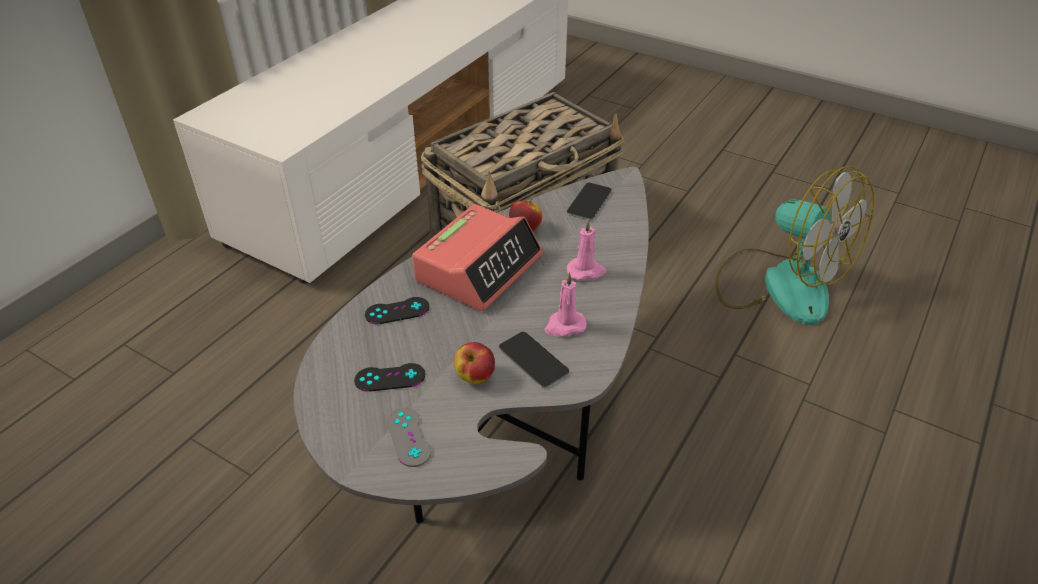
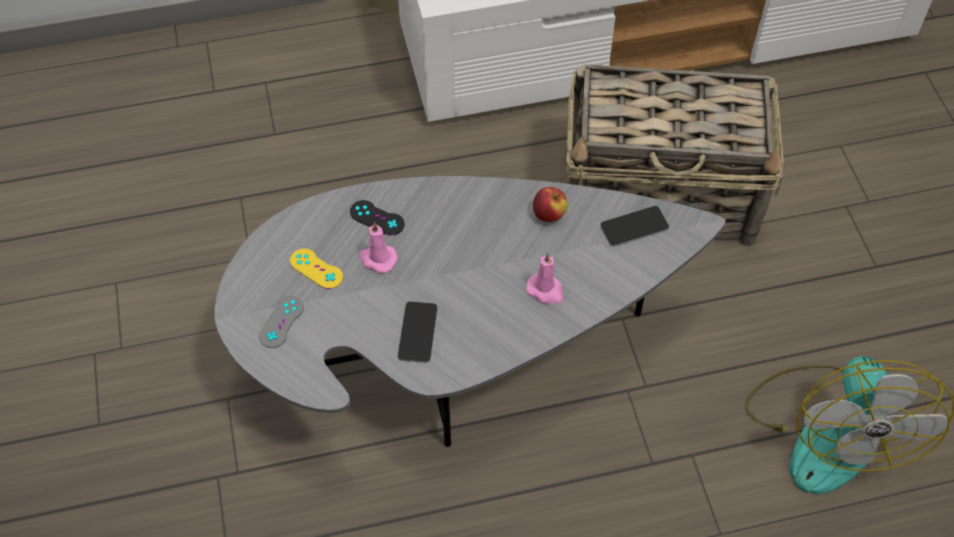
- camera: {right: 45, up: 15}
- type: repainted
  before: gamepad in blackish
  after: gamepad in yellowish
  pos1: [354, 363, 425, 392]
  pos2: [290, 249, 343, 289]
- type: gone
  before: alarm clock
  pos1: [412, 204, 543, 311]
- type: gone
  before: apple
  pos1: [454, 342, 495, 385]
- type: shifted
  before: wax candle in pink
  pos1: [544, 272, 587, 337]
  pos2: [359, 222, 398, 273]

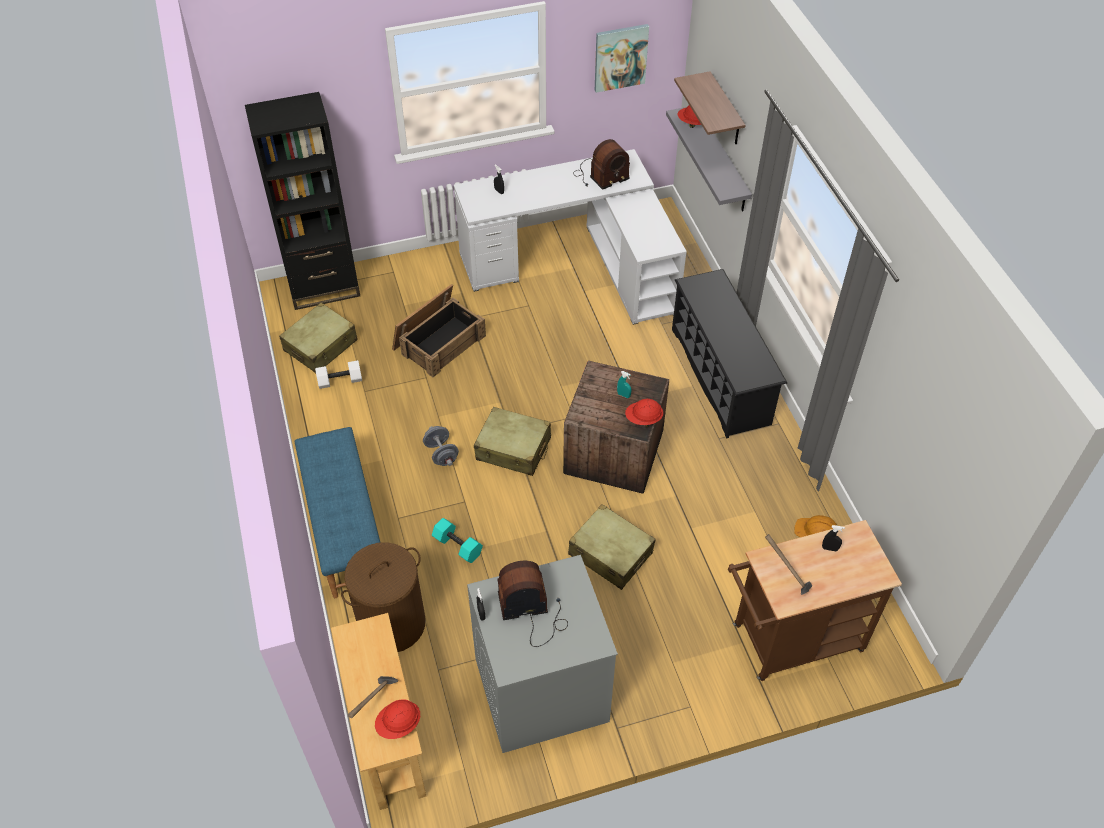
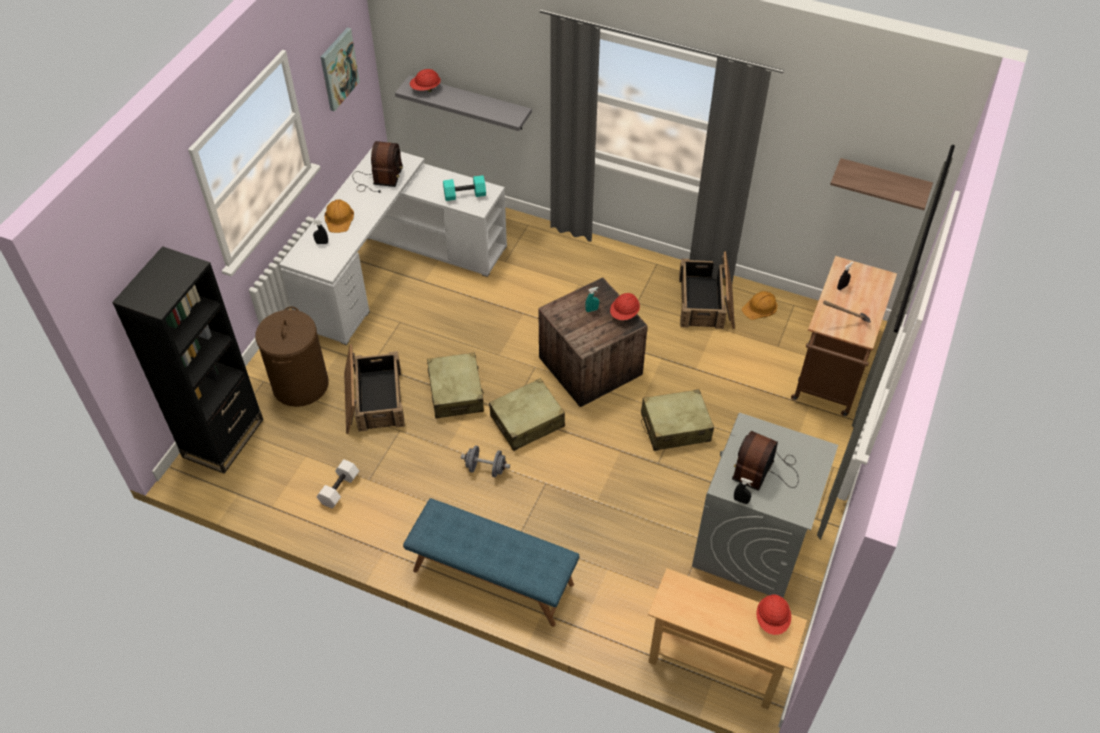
- camera: {right: -50, up: 0}
- type: shifted
  before: travel case in sand-coloured
  pos1: [279, 303, 358, 373]
  pos2: [427, 353, 484, 419]
- type: shifted
  before: washing basket in brownish
  pos1: [341, 542, 425, 652]
  pos2: [255, 306, 329, 407]
- type: gone
  before: tool hammer
  pos1: [348, 676, 398, 718]
- type: shifted
  before: free weight in blue-green
  pos1: [432, 518, 483, 563]
  pos2: [443, 175, 486, 201]
- type: gone
  before: shoe stand in blackish
  pos1: [672, 269, 787, 438]
- type: shifted
  before: bracket shelf
  pos1: [674, 71, 746, 144]
  pos2: [830, 158, 933, 210]
- type: new
  after: hard hat in orange
  pos2: [325, 199, 354, 233]
- type: new
  after: packing crate
  pos2: [679, 251, 735, 329]

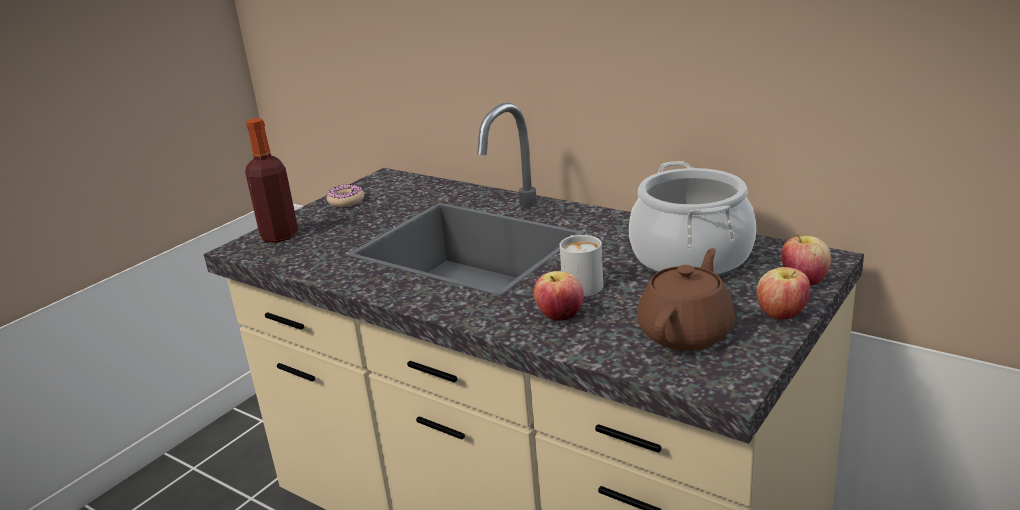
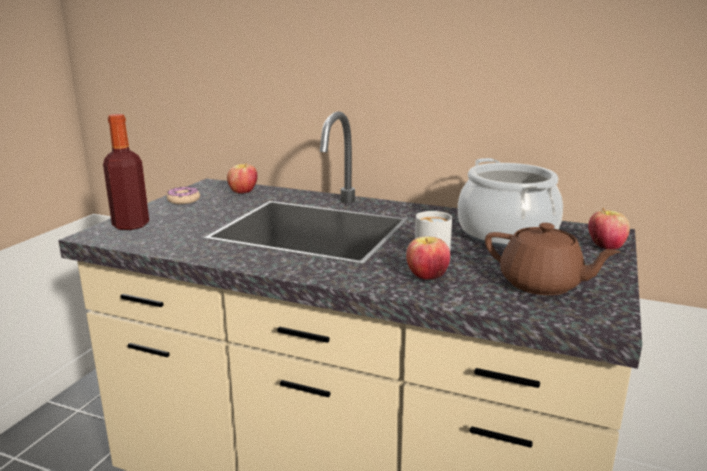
- camera: {right: -15, up: -5}
- type: rotated
  before: teapot in brownish
  pos1: [637, 248, 735, 351]
  pos2: [485, 223, 620, 295]
  turn: 105
- type: shifted
  before: apple
  pos1: [757, 267, 810, 320]
  pos2: [227, 163, 258, 194]

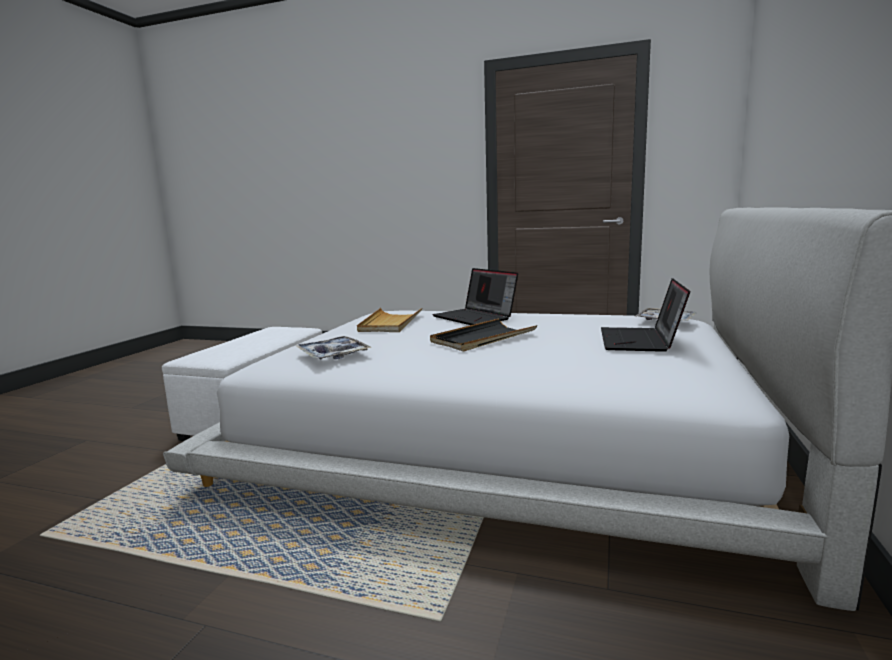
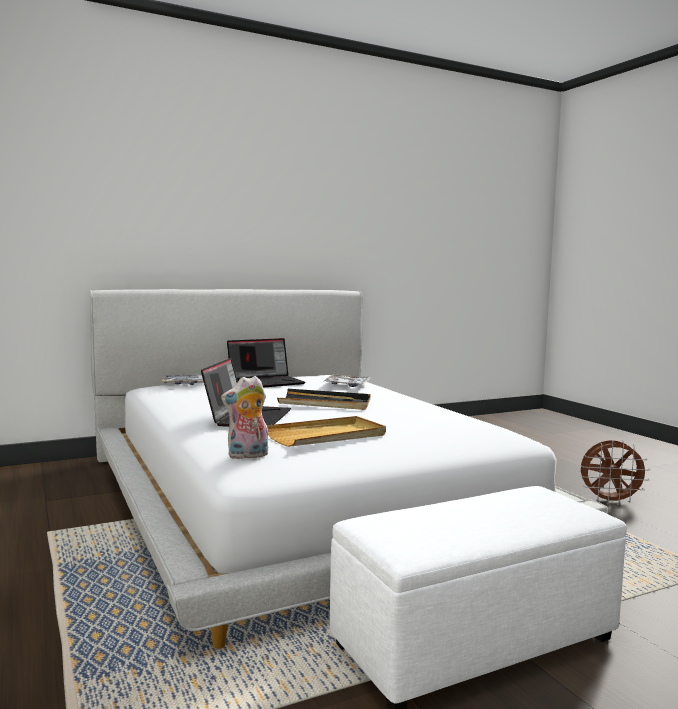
- camera: {right: -135, up: -5}
- type: shifted
  before: serving tray
  pos1: [296, 336, 371, 359]
  pos2: [323, 375, 371, 387]
- type: new
  after: soft toy
  pos2: [221, 376, 268, 460]
- type: new
  after: electric fan in brownish
  pos2: [580, 440, 650, 505]

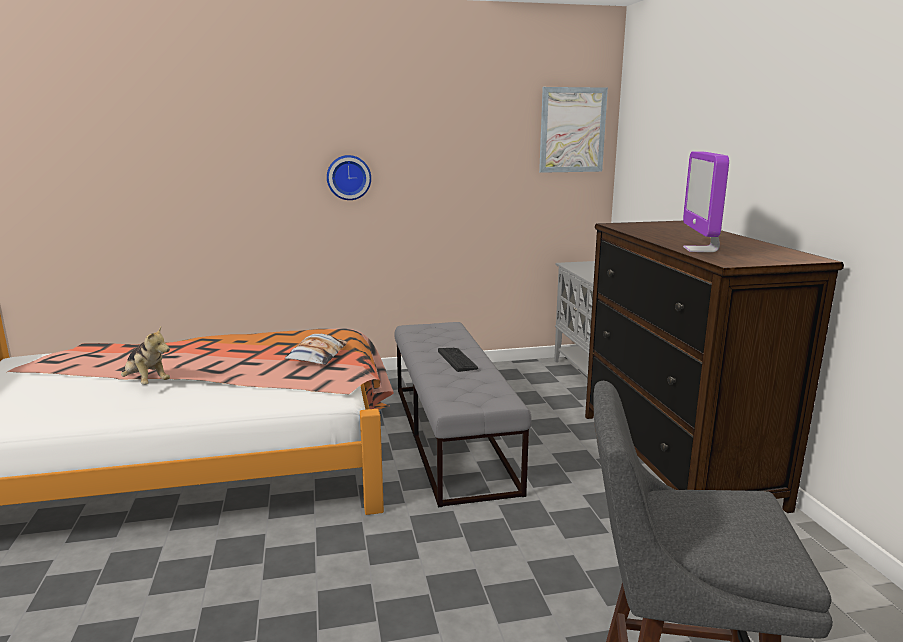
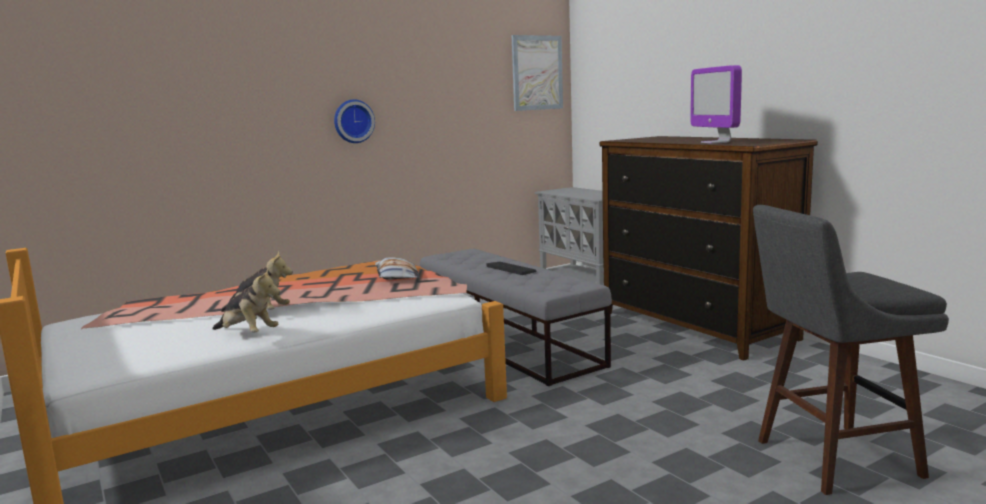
- camera: {right: -20, up: -5}
- type: new
  after: soft toy
  pos2: [212, 268, 281, 333]

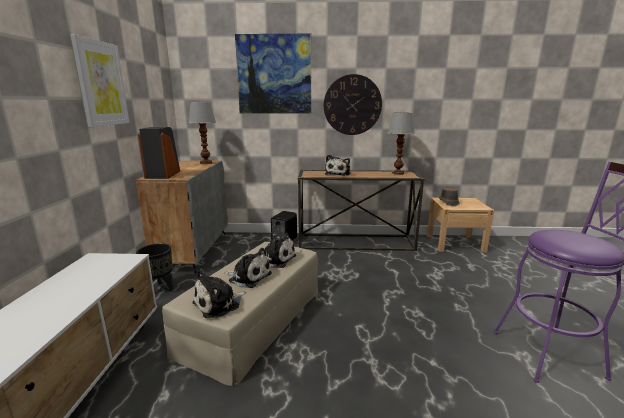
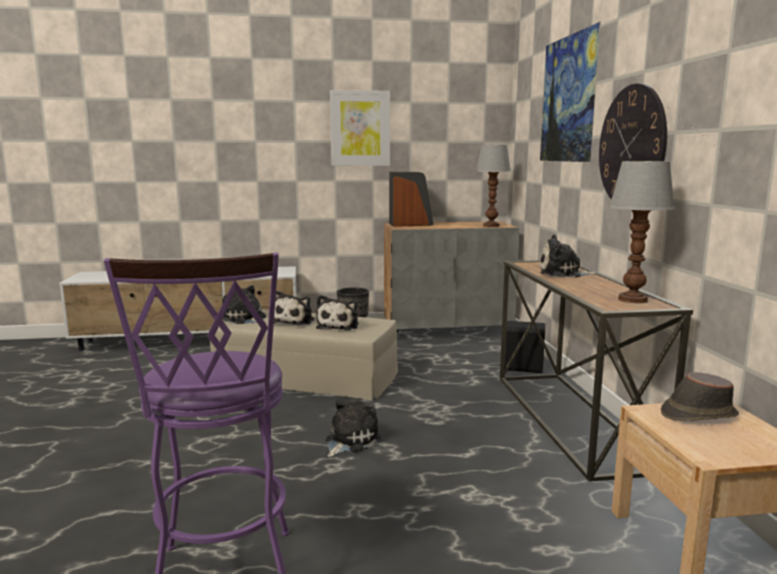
- camera: {right: 80, up: -5}
- type: new
  after: soft toy
  pos2: [325, 400, 381, 457]

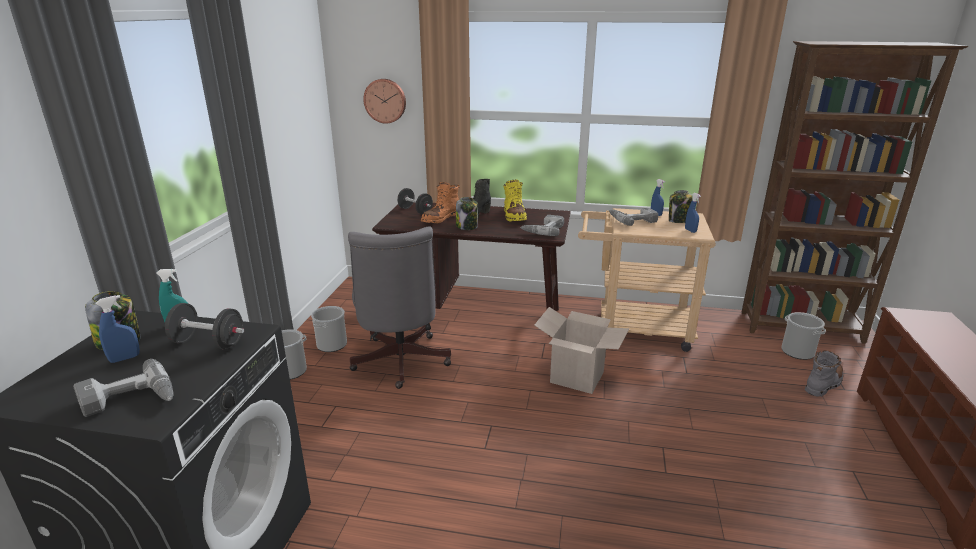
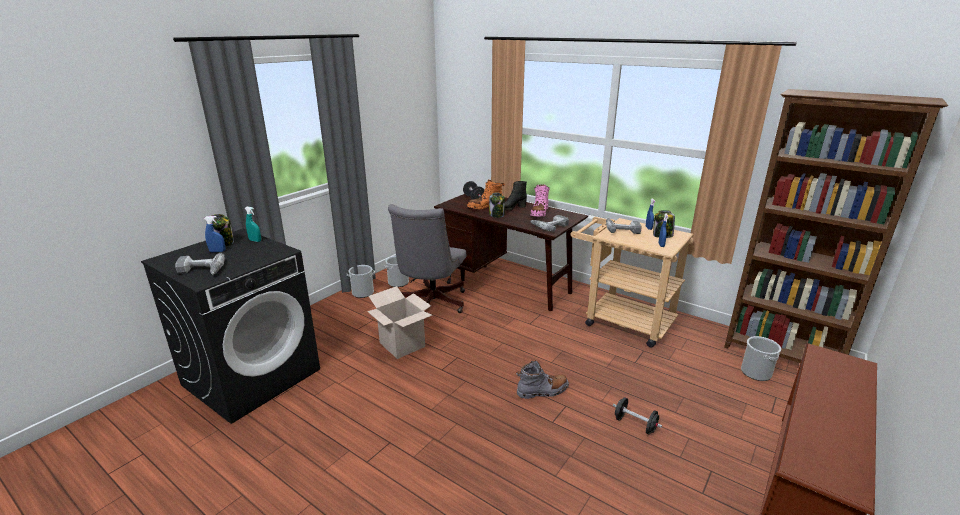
- camera: {right: 25, up: 0}
- type: shifted
  before: free weight in blackish
  pos1: [165, 303, 244, 350]
  pos2: [613, 397, 662, 434]
- type: gone
  before: hanging clock
  pos1: [363, 79, 406, 124]
- type: repainted
  before: boot in yellowish
  after: boot in pink
  pos1: [503, 180, 527, 222]
  pos2: [530, 184, 550, 217]
- type: shifted
  before: carton
  pos1: [534, 307, 629, 394]
  pos2: [367, 286, 432, 359]
- type: shifted
  before: boot in gray
  pos1: [805, 351, 843, 397]
  pos2: [516, 360, 569, 399]

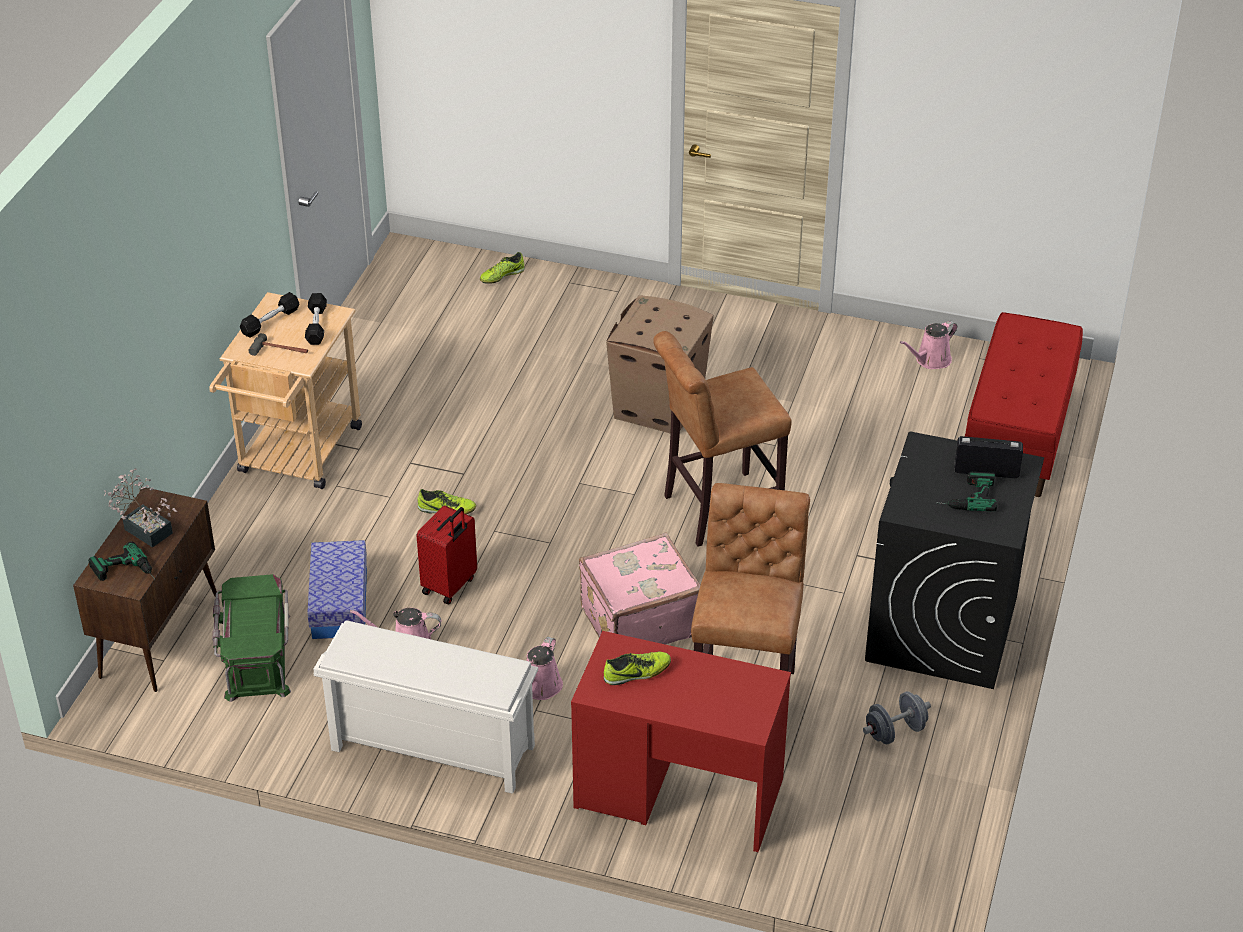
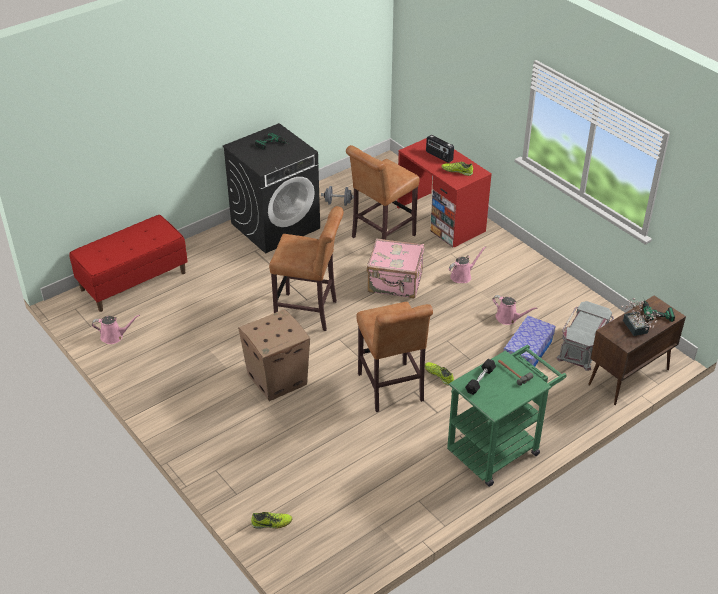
- camera: {right: -145, up: 0}
- type: repainted
  before: wheeled cart in sand-coloured
  after: wheeled cart in green-coloured
  pos1: [209, 292, 362, 489]
  pos2: [447, 345, 567, 487]
- type: repainted
  before: storage container in green-coloured
  after: storage container in gray
  pos1: [212, 574, 291, 702]
  pos2: [557, 301, 614, 371]
- type: gone
  before: free weight in blackish
  pos1: [240, 292, 299, 337]
- type: gone
  before: shoe stand in white
  pos1: [313, 620, 538, 794]
- type: gone
  before: travel case in reddish
  pos1: [416, 505, 477, 604]
- type: shifted
  before: radio receiver
  pos1: [954, 436, 1023, 478]
  pos2: [426, 135, 454, 163]
- type: new
  after: sitting stool in brownish
  pos2: [357, 302, 433, 412]

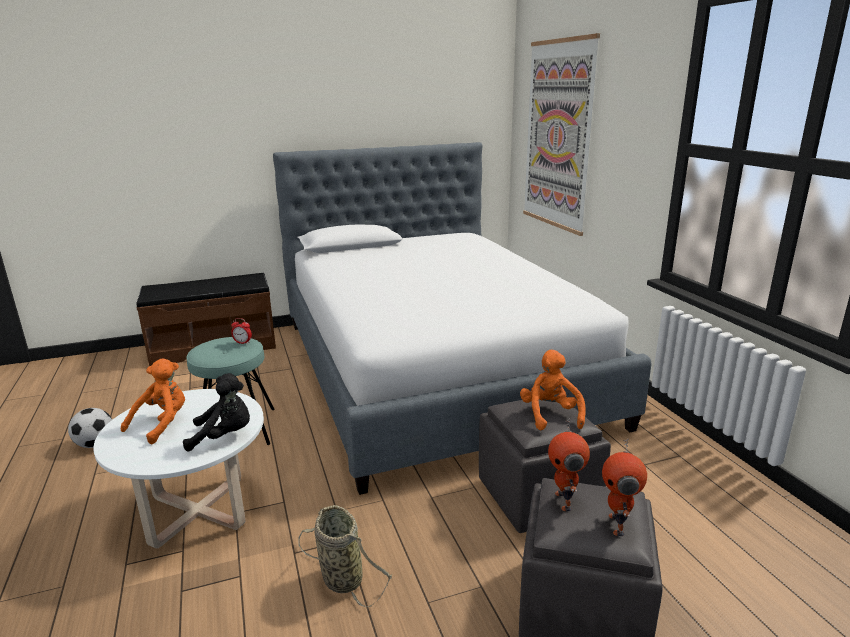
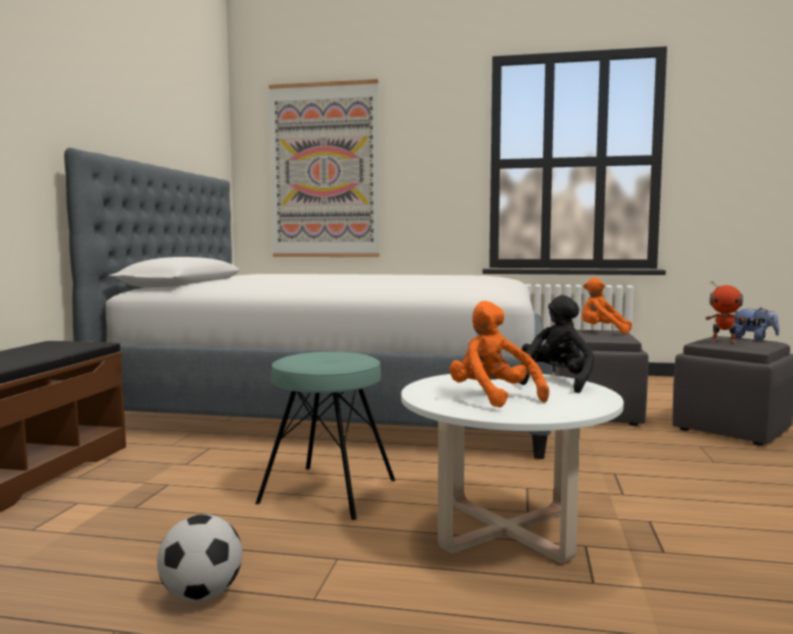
- camera: {right: -60, up: -15}
- type: gone
  before: alarm clock
  pos1: [231, 318, 252, 344]
- type: gone
  before: household basket
  pos1: [298, 505, 392, 607]
- type: swapped
  before: model robot
  after: soft toy
  pos1: [602, 438, 647, 536]
  pos2: [734, 308, 779, 341]

